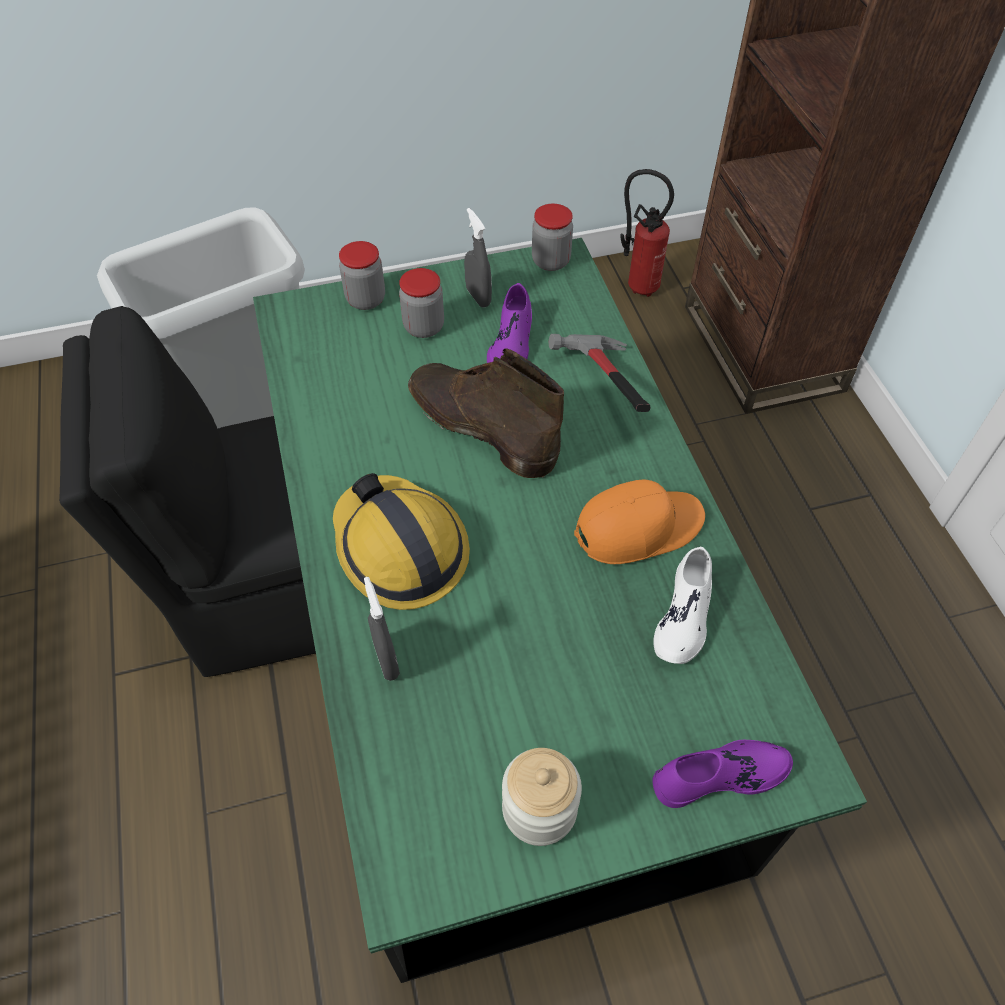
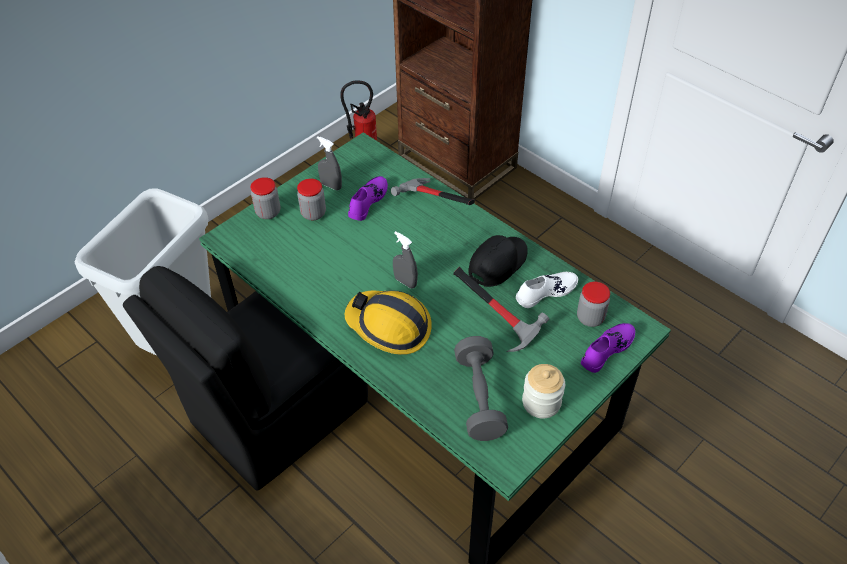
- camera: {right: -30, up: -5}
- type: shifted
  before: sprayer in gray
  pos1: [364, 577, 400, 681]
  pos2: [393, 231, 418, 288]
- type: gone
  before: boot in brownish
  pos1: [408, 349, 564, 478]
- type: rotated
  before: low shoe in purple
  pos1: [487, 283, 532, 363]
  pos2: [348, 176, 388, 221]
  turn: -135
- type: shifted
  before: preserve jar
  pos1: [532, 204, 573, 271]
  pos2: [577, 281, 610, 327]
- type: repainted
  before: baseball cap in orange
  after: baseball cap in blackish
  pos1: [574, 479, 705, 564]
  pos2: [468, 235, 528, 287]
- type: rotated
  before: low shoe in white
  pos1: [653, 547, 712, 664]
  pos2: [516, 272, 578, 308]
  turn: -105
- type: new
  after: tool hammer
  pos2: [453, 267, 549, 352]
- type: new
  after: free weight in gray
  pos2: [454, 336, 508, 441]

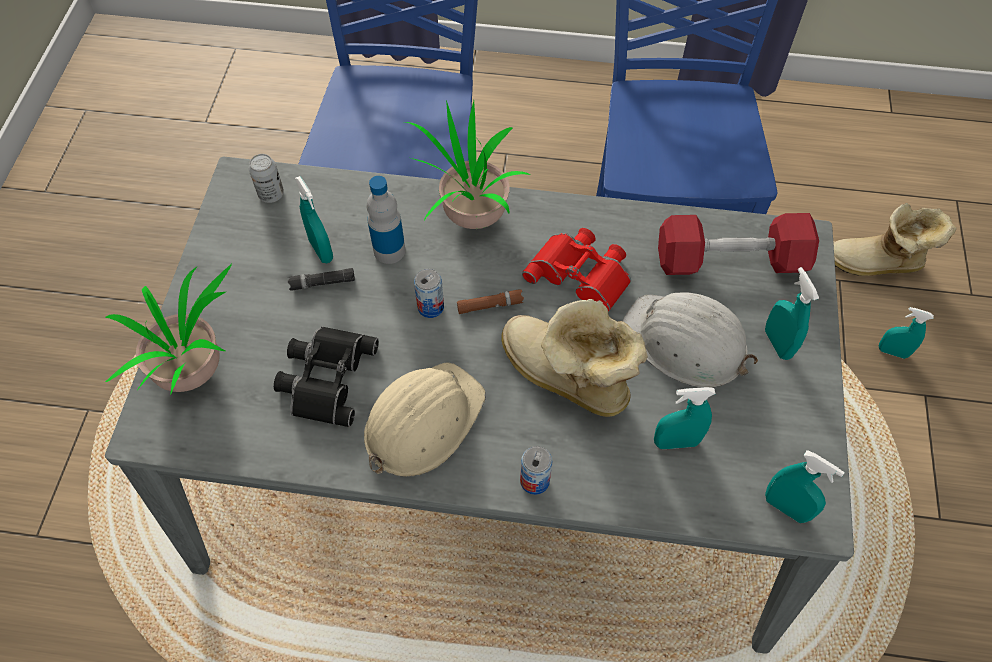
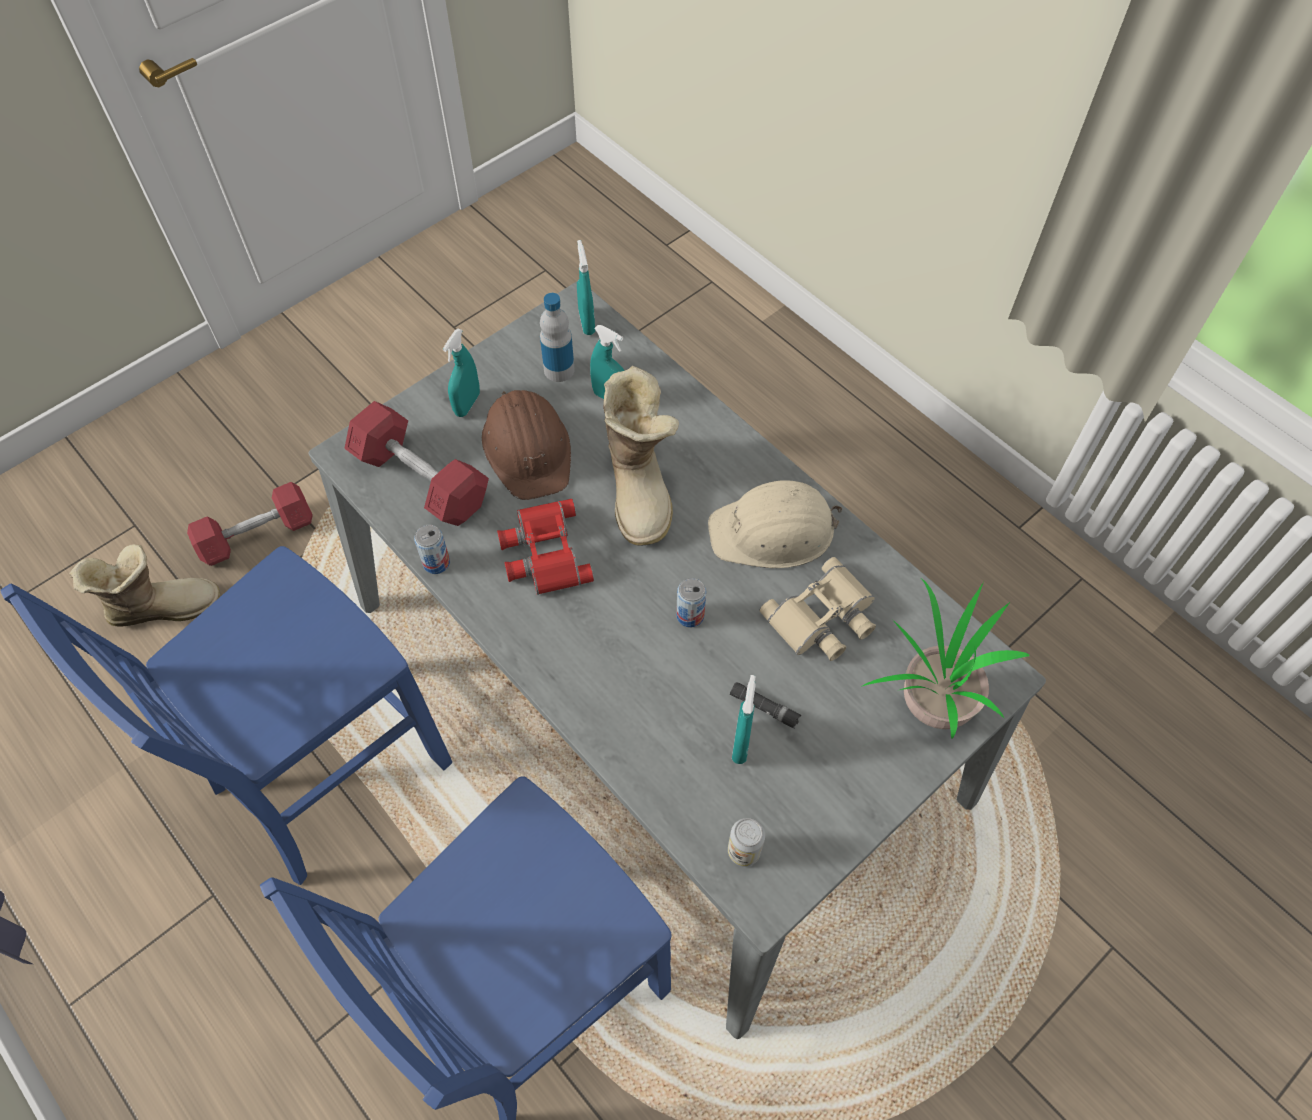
- camera: {right: -140, up: 0}
- type: repainted
  before: binoculars in blackish
  after: binoculars in sand-coloured
  pos1: [274, 326, 379, 427]
  pos2: [759, 557, 876, 661]
- type: shifted
  before: bottle
  pos1: [367, 176, 405, 264]
  pos2: [540, 293, 575, 382]
- type: gone
  before: houseplant
  pos1: [405, 100, 530, 229]
- type: gone
  before: torch in brownish
  pos1: [457, 289, 524, 314]
- type: shifted
  before: can
  pos1: [520, 446, 553, 495]
  pos2: [414, 525, 450, 574]
- type: repainted
  before: hard hat in white
  after: hard hat in brownish
  pos1: [623, 292, 758, 388]
  pos2: [482, 390, 571, 500]
- type: rotated
  before: boot
  pos1: [833, 203, 957, 276]
  pos2: [69, 544, 220, 627]
  turn: -60
- type: swapped
  before: sprayer in blue-green
  after: free weight in reddish
  pos1: [879, 307, 934, 359]
  pos2: [187, 482, 313, 566]

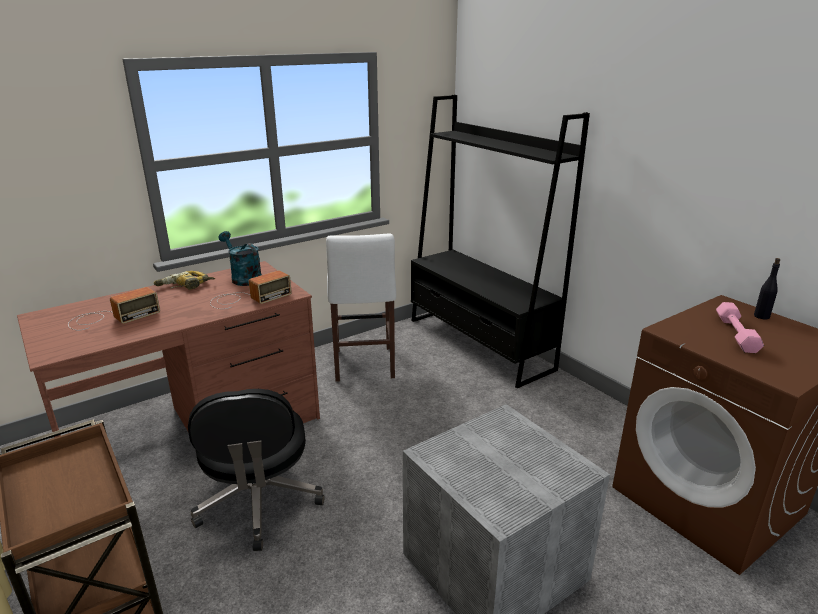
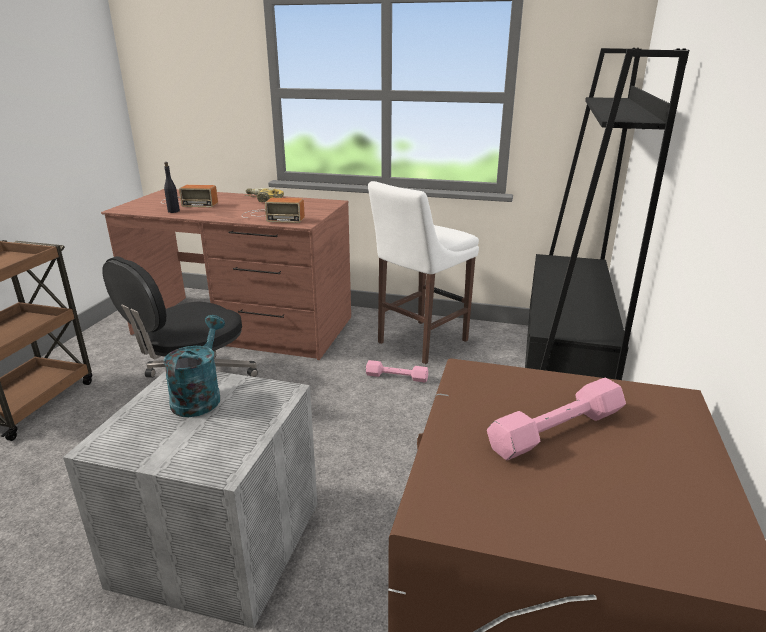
- camera: {right: 50, up: 0}
- type: shifted
  before: watering pot in blue-green
  pos1: [218, 231, 262, 286]
  pos2: [163, 315, 225, 417]
- type: shifted
  before: bottle in blackish
  pos1: [754, 258, 781, 320]
  pos2: [164, 162, 180, 213]
- type: new
  after: free weight in pink
  pos2: [366, 360, 428, 382]

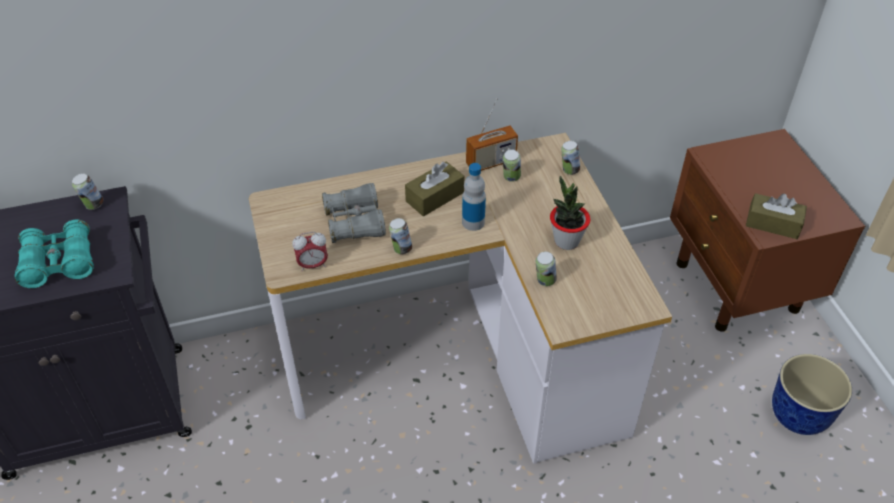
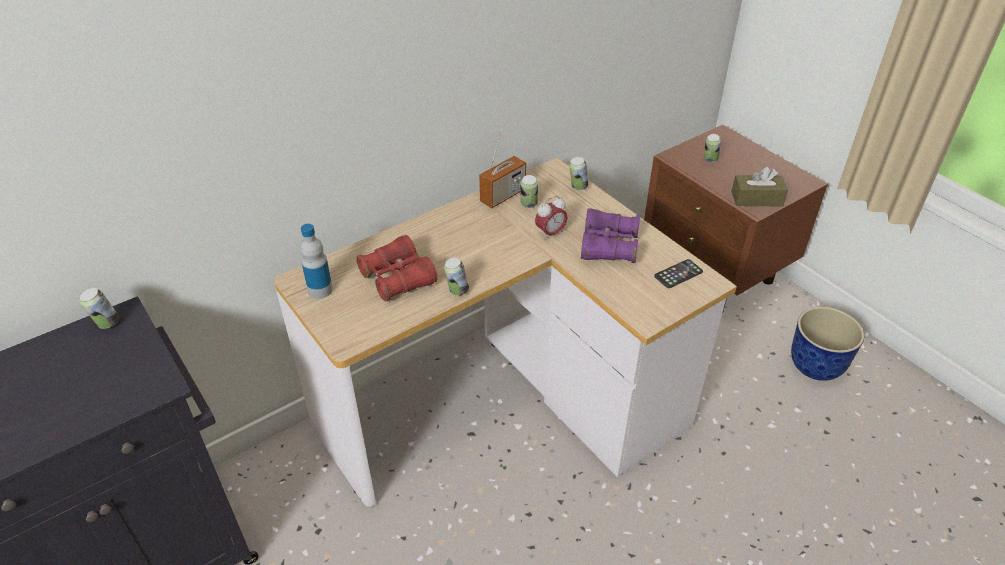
- camera: {right: -20, up: -5}
- type: gone
  before: binoculars in blue-green
  pos1: [15, 220, 94, 288]
- type: shifted
  before: alarm clock
  pos1: [292, 232, 328, 272]
  pos2: [535, 196, 568, 240]
- type: repainted
  before: binoculars in gray
  after: binoculars in reddish
  pos1: [322, 183, 386, 243]
  pos2: [356, 235, 438, 302]
- type: gone
  before: tissue box in brownish
  pos1: [405, 161, 464, 216]
- type: shifted
  before: bottle
  pos1: [462, 163, 486, 231]
  pos2: [300, 224, 333, 299]
- type: shifted
  before: can
  pos1: [536, 252, 557, 286]
  pos2: [704, 134, 721, 163]
- type: swapped
  before: houseplant
  after: binoculars in purple
  pos1: [550, 176, 590, 250]
  pos2: [581, 208, 640, 263]
- type: new
  after: telephone
  pos2: [654, 259, 703, 288]

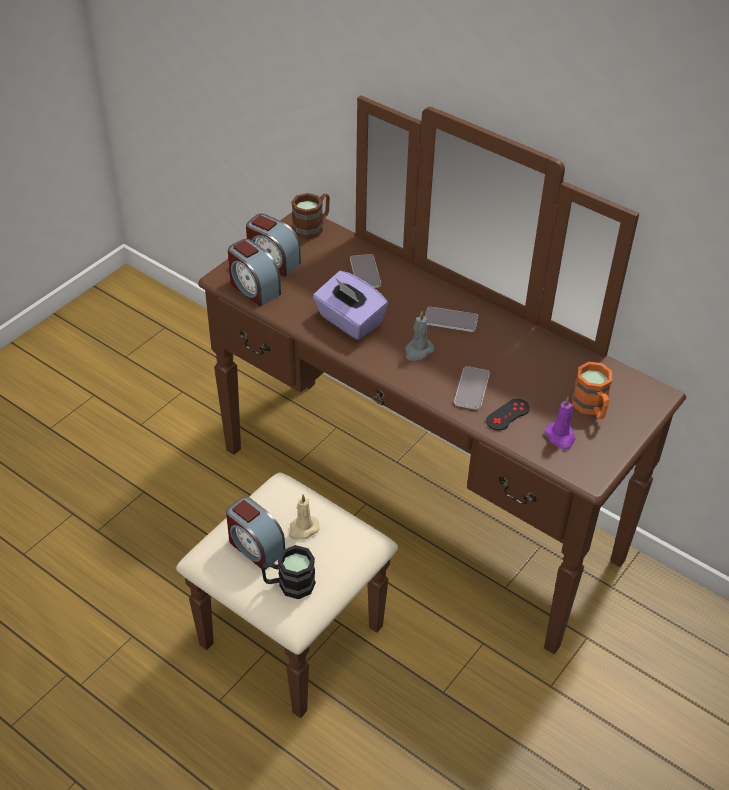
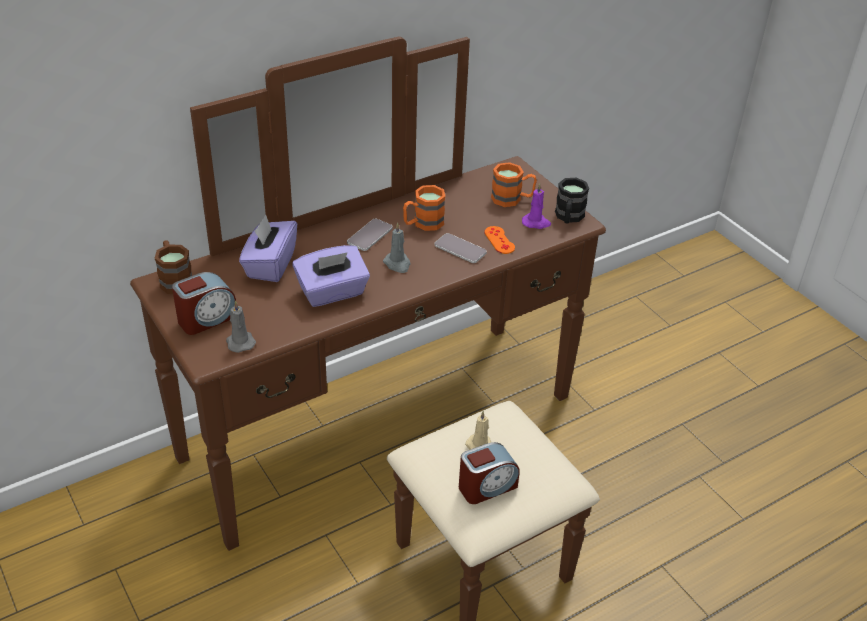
- camera: {right: -70, up: -5}
- type: swapped
  before: alarm clock
  after: wax candle in gray
  pos1: [228, 239, 281, 307]
  pos2: [226, 300, 256, 353]
- type: shifted
  before: tea mug in blackish
  pos1: [261, 545, 316, 599]
  pos2: [555, 178, 589, 224]
- type: swapped
  before: telephone
  after: tissue box in purple
  pos1: [350, 254, 381, 288]
  pos2: [239, 214, 297, 282]
- type: repainted
  before: gamepad in blackish
  after: gamepad in orange
  pos1: [486, 399, 530, 430]
  pos2: [485, 226, 515, 254]
- type: new
  after: tea mug in orange
  pos2: [403, 185, 445, 231]

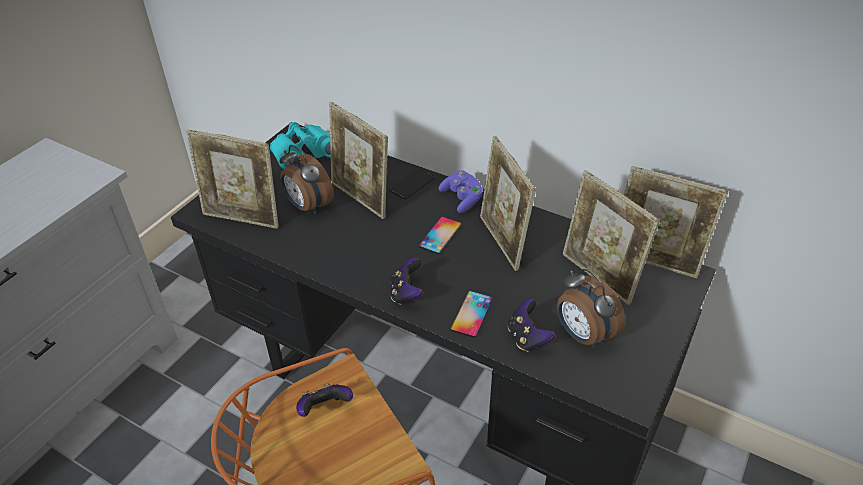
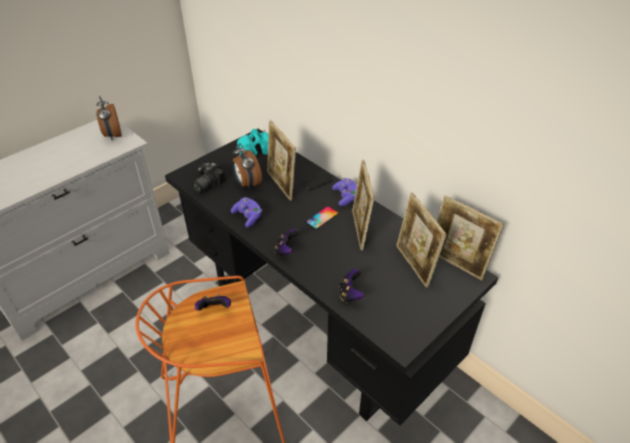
- camera: {right: 15, up: 0}
- type: swapped
  before: picture frame
  after: photo camera
  pos1: [186, 129, 279, 229]
  pos2: [192, 162, 226, 193]
- type: gone
  before: telephone
  pos1: [450, 291, 493, 338]
- type: shifted
  before: alarm clock
  pos1: [557, 269, 625, 348]
  pos2: [96, 96, 122, 141]
- type: new
  after: gamepad in purple
  pos2: [231, 197, 262, 228]

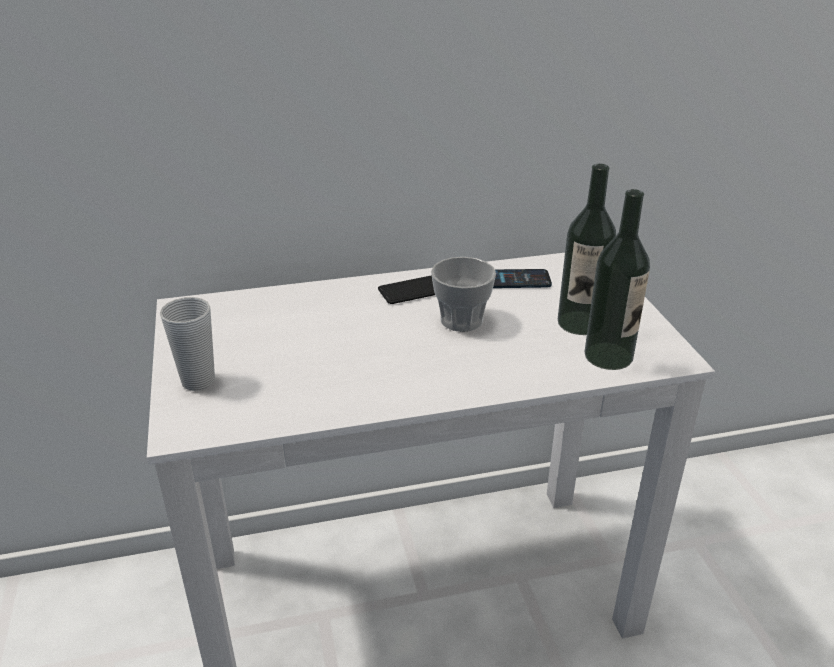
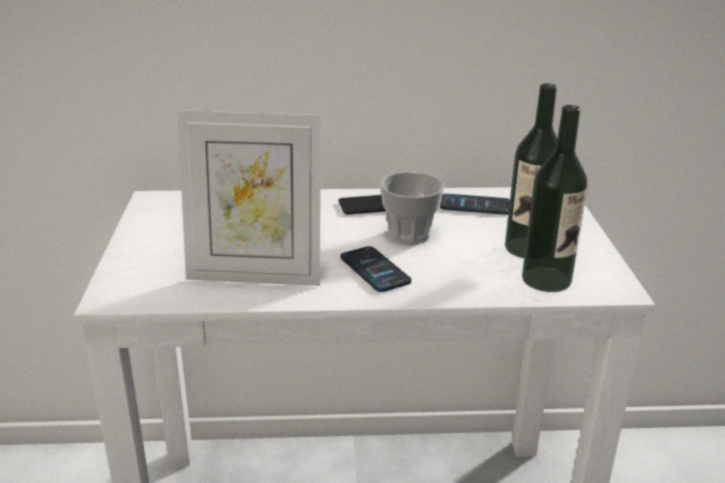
- camera: {right: 10, up: -5}
- type: gone
  before: drinking cup
  pos1: [160, 297, 215, 391]
- type: new
  after: picture frame
  pos2: [177, 110, 321, 286]
- type: new
  after: telephone
  pos2: [340, 246, 411, 292]

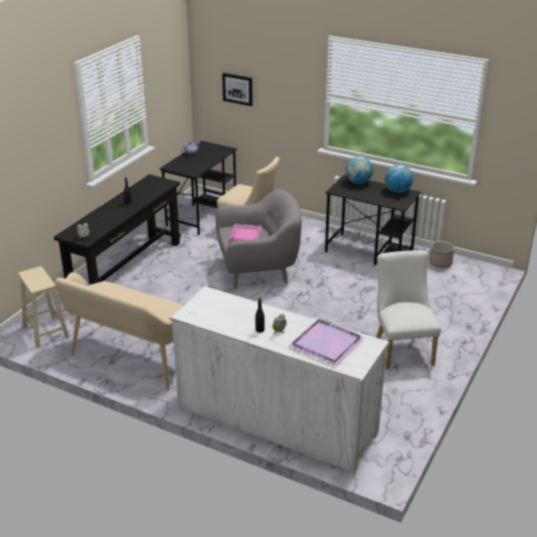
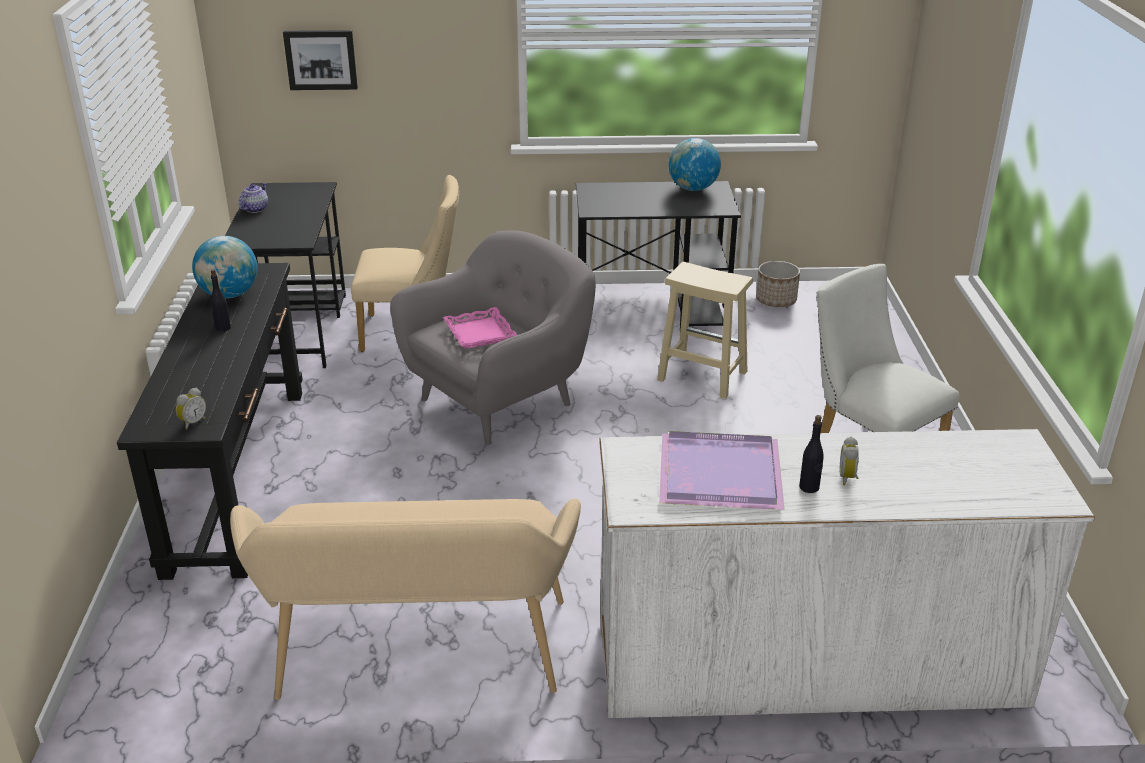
- camera: {right: -30, up: 0}
- type: shifted
  before: sitting stool in sand-coloured
  pos1: [18, 266, 69, 348]
  pos2: [657, 262, 753, 399]
- type: shifted
  before: serving tray in purple
  pos1: [288, 319, 364, 366]
  pos2: [659, 431, 785, 510]
- type: shifted
  before: globe
  pos1: [345, 156, 373, 184]
  pos2: [192, 236, 258, 299]

